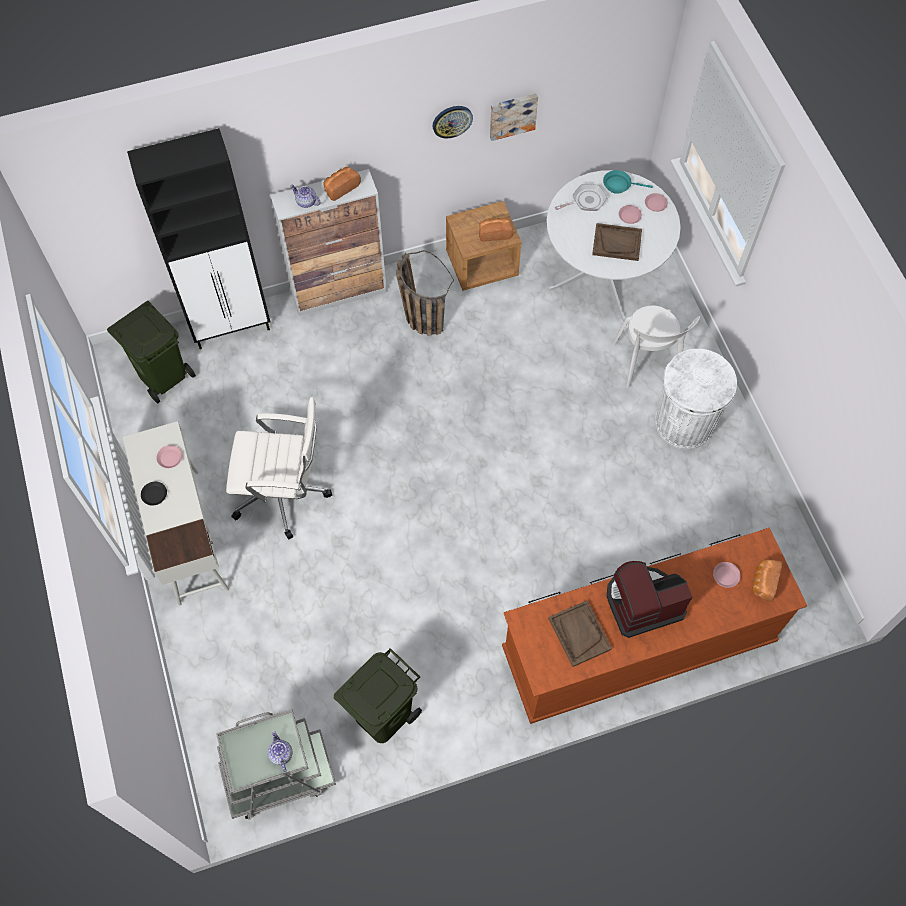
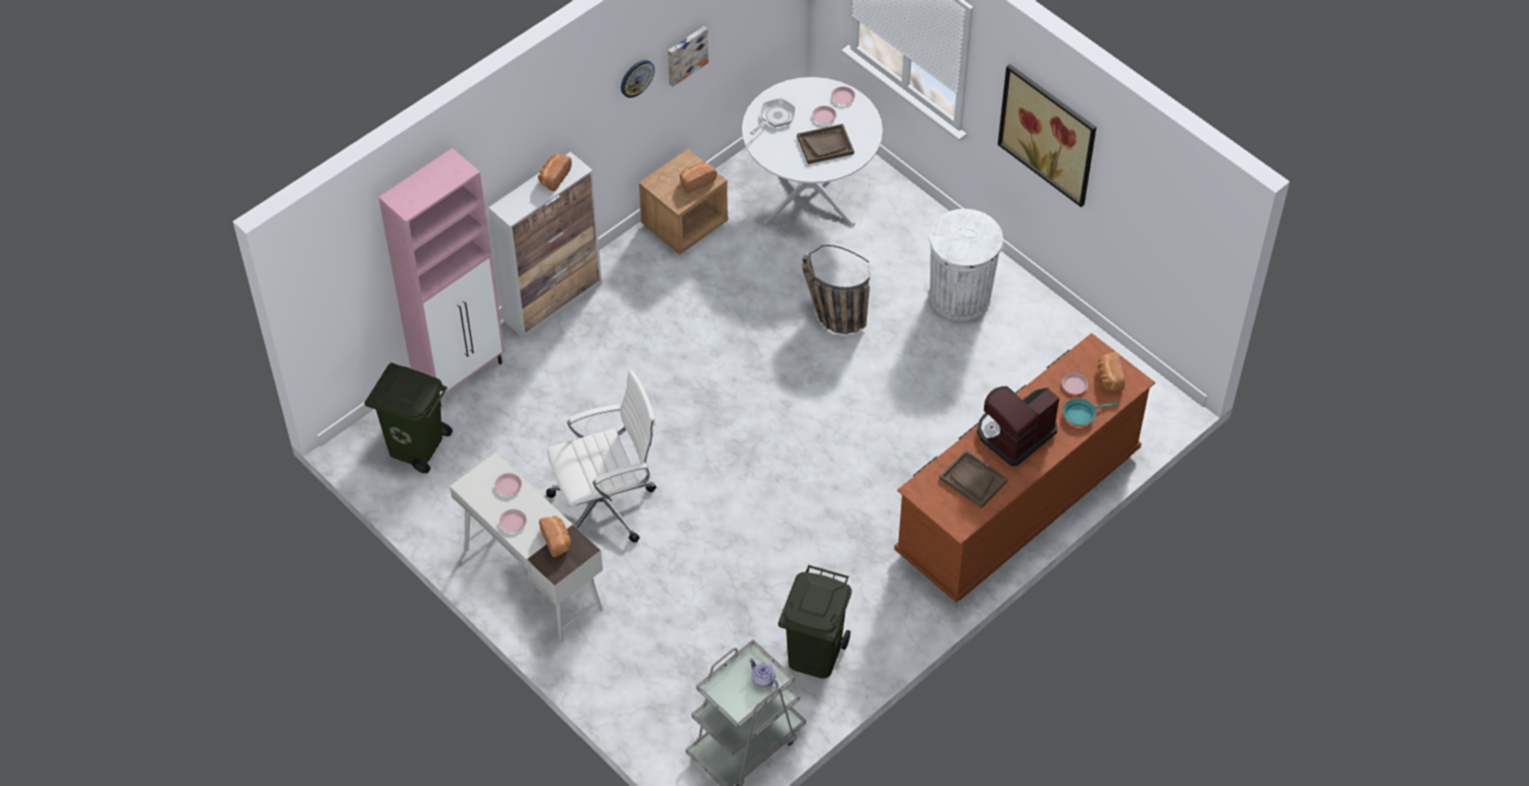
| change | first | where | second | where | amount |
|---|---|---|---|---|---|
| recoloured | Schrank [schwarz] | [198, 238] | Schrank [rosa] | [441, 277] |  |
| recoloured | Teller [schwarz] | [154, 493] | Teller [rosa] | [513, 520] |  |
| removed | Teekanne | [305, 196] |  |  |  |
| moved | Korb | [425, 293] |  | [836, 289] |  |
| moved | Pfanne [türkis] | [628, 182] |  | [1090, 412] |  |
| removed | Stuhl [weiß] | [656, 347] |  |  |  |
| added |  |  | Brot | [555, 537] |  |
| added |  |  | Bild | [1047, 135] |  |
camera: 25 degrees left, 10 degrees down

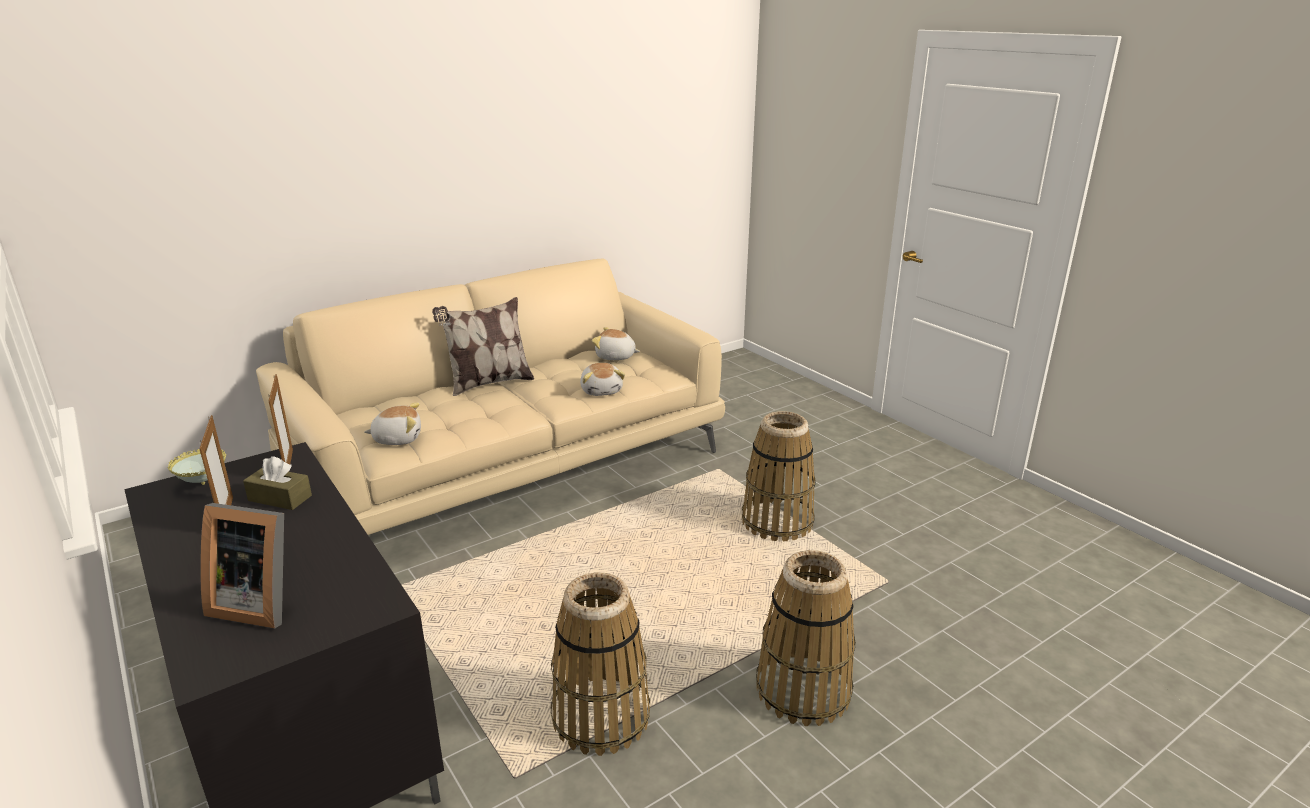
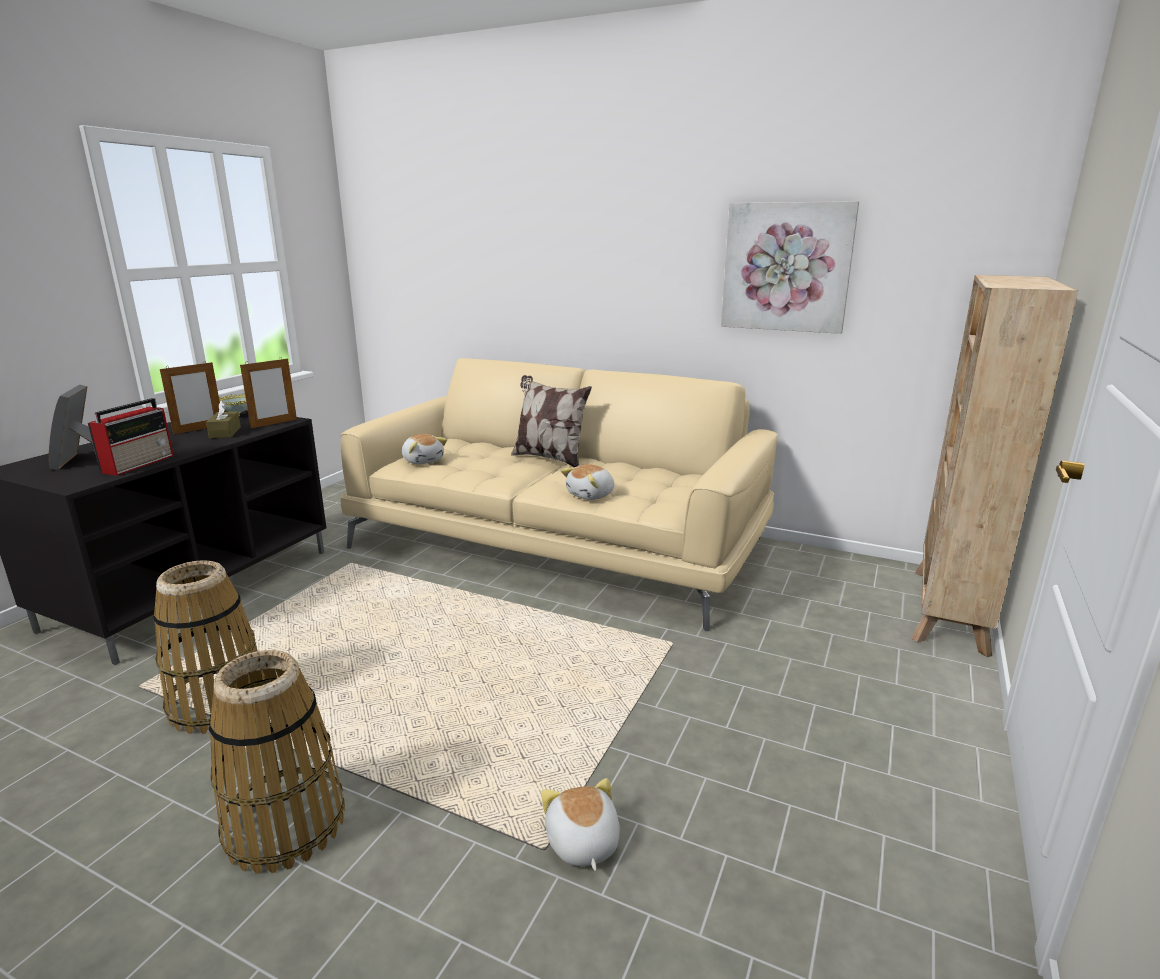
| change | first | where | second | where | amount |
|---|---|---|---|---|---|
| moved | Plüschtier | [616, 343] |  | [580, 824] |  |
| removed | Korb | [779, 476] |  |  |  |
| added |  |  | Radio | [131, 437] |  |
| added |  |  | Bild | [790, 267] |  |
| added |  |  | Bücherregal [beige] | [995, 466] |  |
camera: 60 degrees right, 5 degrees down

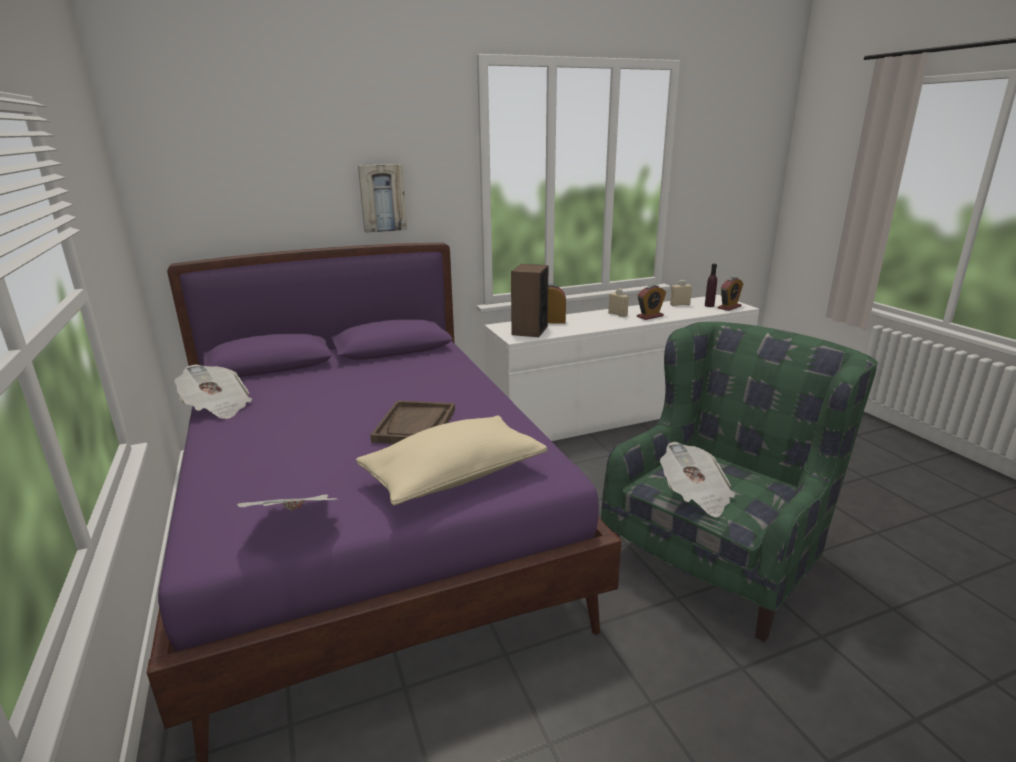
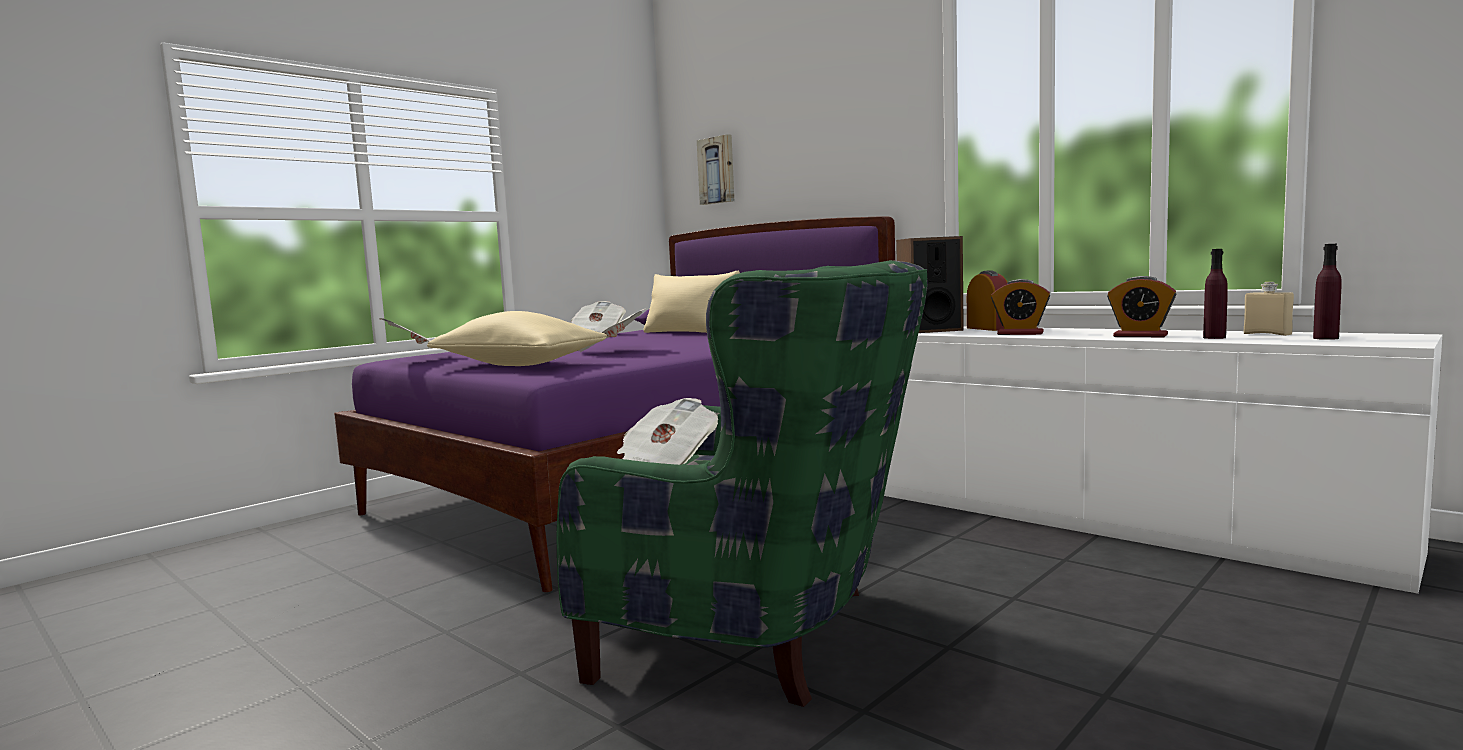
| change | first | where | second | where | amount |
|---|---|---|---|---|---|
| moved | Bild | [382, 198] |  | [715, 169] |  |
| replaced | Tablett [braun] | [412, 422] | Zeitung | [611, 330] |  |
| removed | Flasche [beige] | [618, 303] |  |  |  |
| moved | Wecker | [730, 294] |  | [1021, 307] |  |
| added |  |  | Kissen [beige] | [691, 302] |  |
| added |  |  | Flasche [lila] | [1215, 294] |  |
camera: 65 degrees right, 15 degrees down

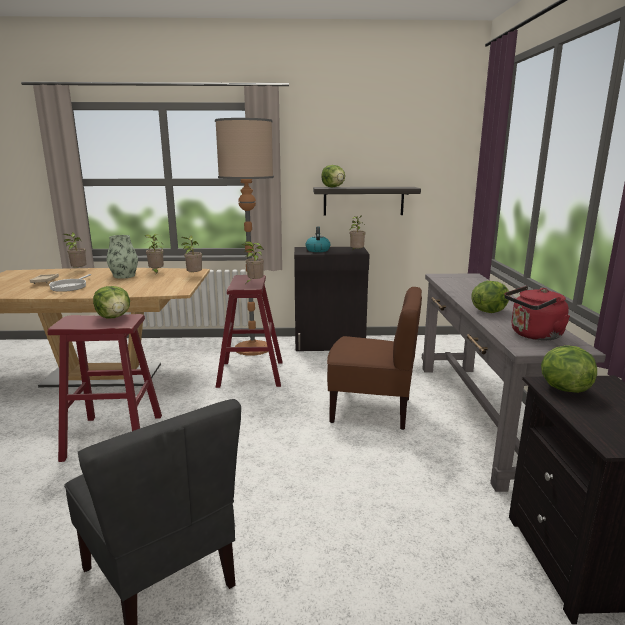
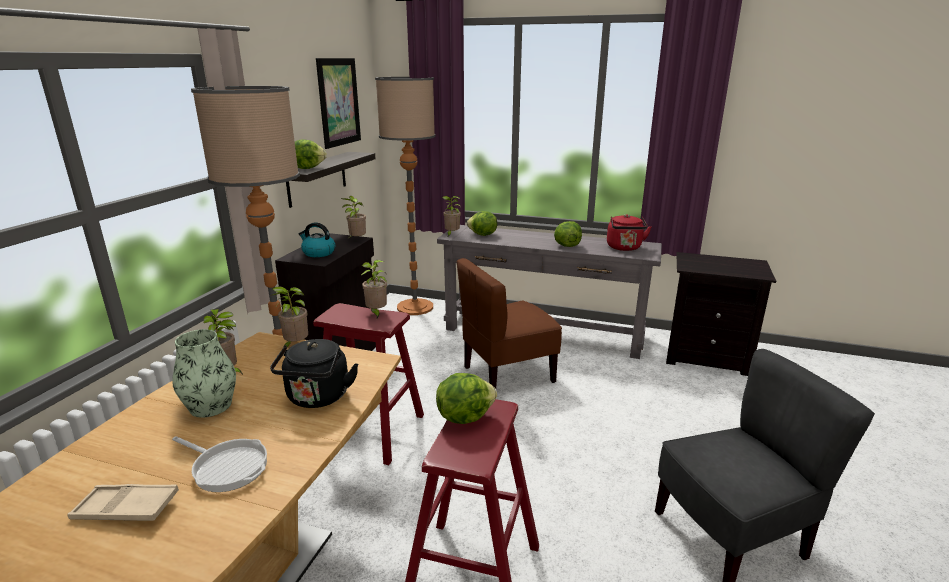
| change | first | where | second | where | amount |
|---|---|---|---|---|---|
| moved | Topfpflanze | [74, 251] |  | [451, 216] |  |
| turned | Stuhl [braun] | [374, 358] |  | [509, 323] | 150 degrees counterclockwise |
| moved | Salatkopf | [569, 369] |  | [482, 223] |  |
| added |  |  | Wasserkessel [schwarz] | [314, 373] |  |
| added |  |  | Bild | [338, 103] |  |
| added |  |  | Stehlampe | [405, 196] |  |
camera: 70 degrees left, 5 degrees up

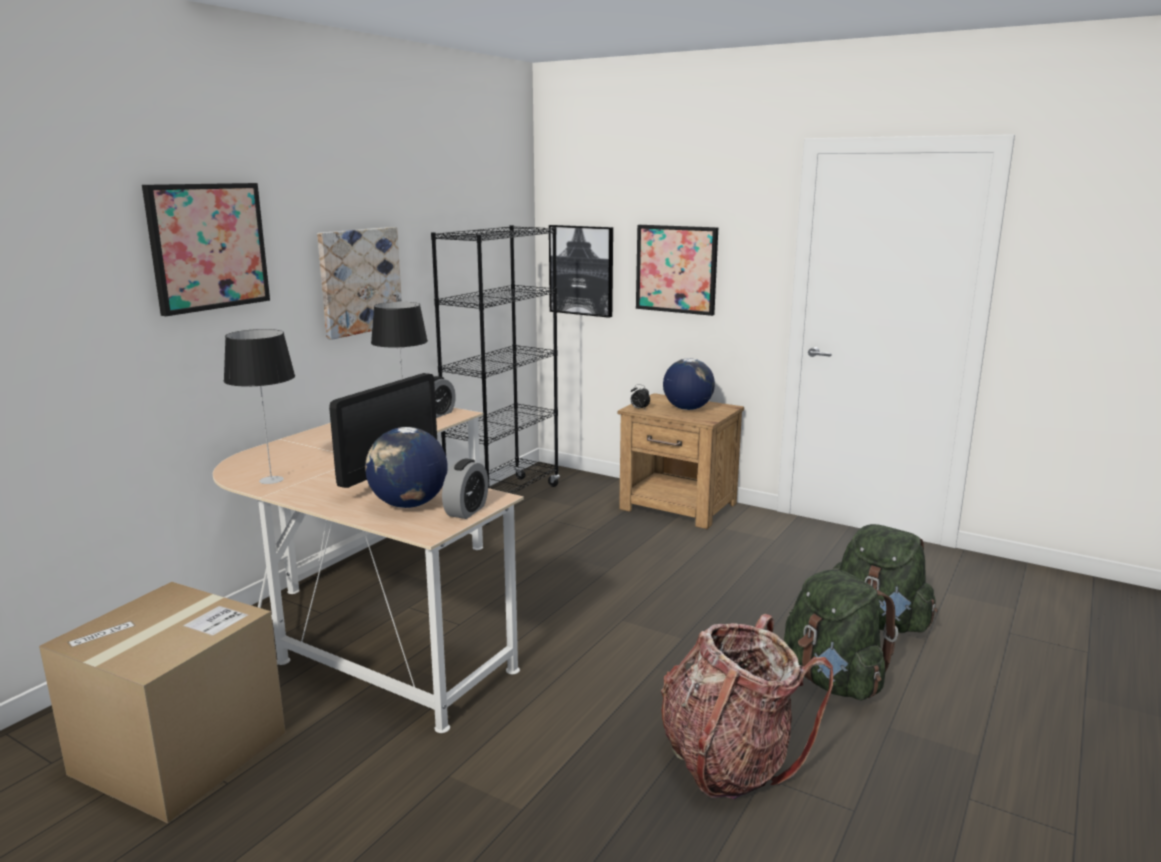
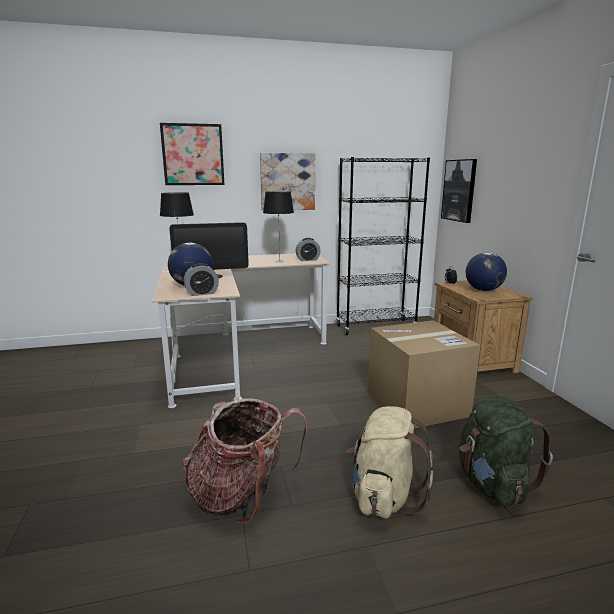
| change | first | where | second | where | amount |
|---|---|---|---|---|---|
| moved | Karton | [162, 702] |  | [424, 374] |  |
| removed | Bild | [677, 270] |  |  |  |
| recoloured | Rucksack [grün] | [841, 635] | Rucksack [beige] | [390, 462] |  |
camera: 45 degrees right, 0 degrees up

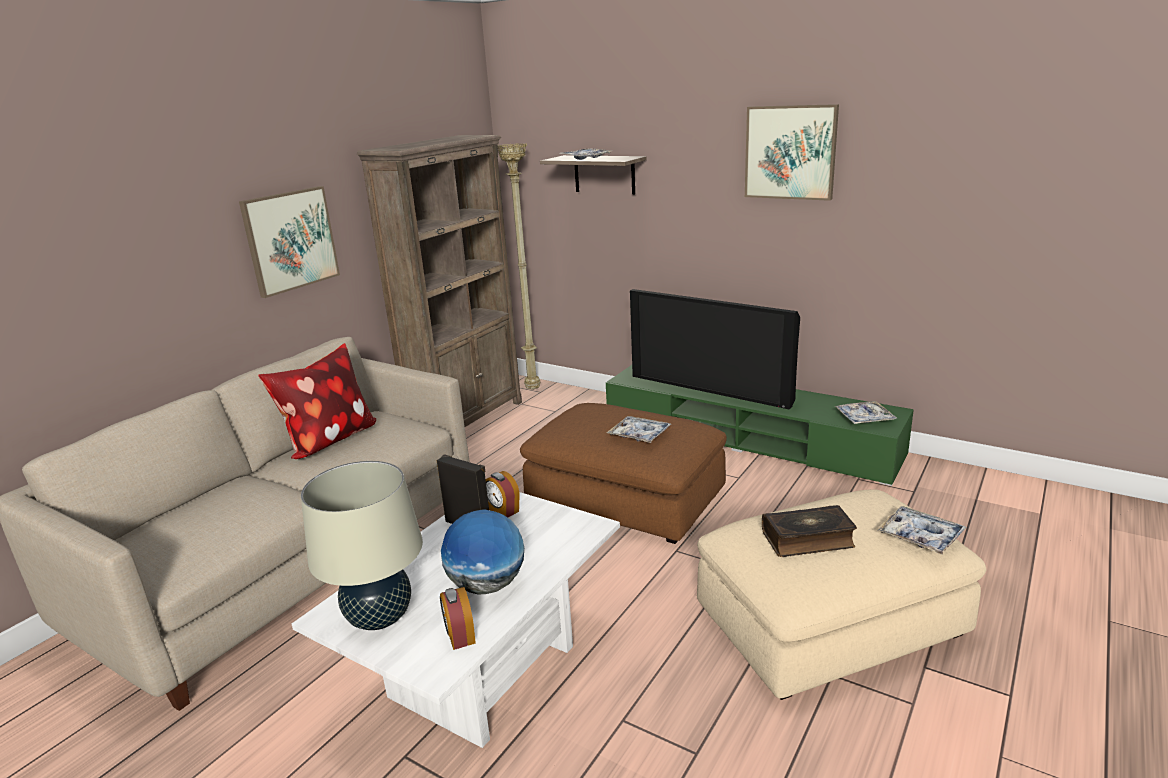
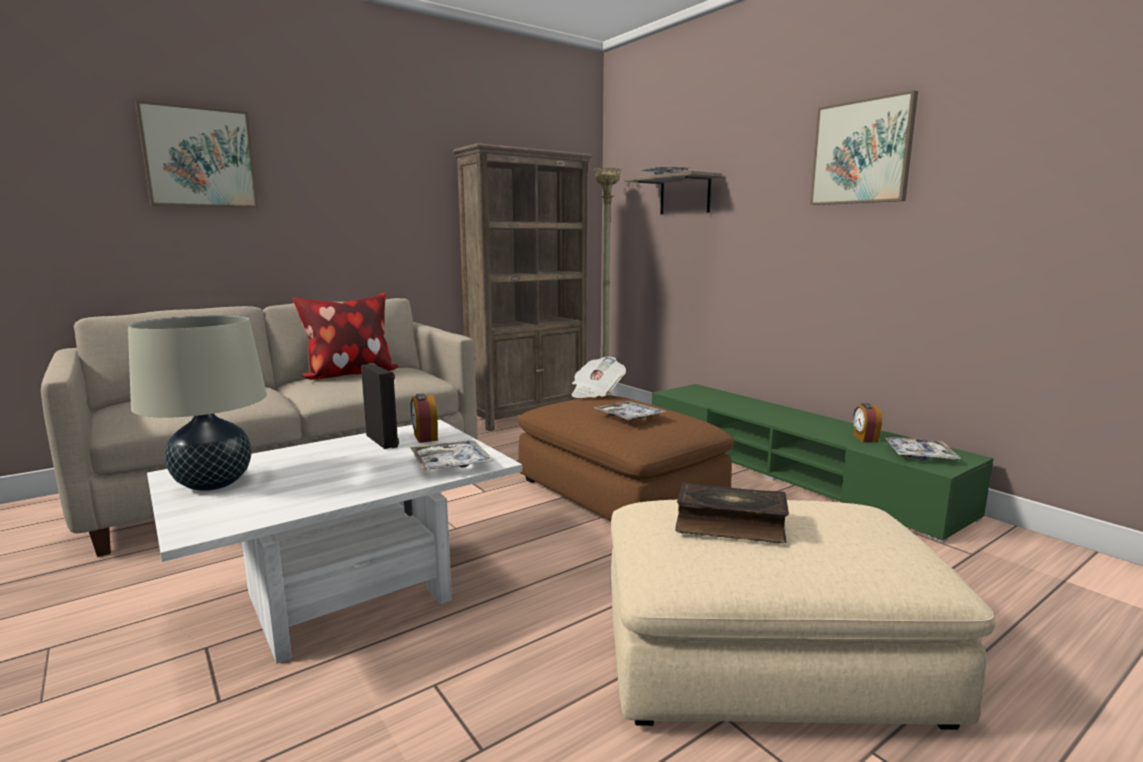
| change | first | where | second | where | amount |
|---|---|---|---|---|---|
| moved | Bild | [289, 242] |  | [196, 154] |  |
| moved | Wecker | [458, 618] |  | [867, 422] |  |
| removed | Globus | [482, 551] |  |  |  |
| removed | Fernseher | [715, 349] |  |  |  |
| moved | Tablett | [921, 530] |  | [452, 455] |  |
| added |  |  | Zeitung | [599, 377] |  |
camera: 20 degrees right, 10 degrees down

